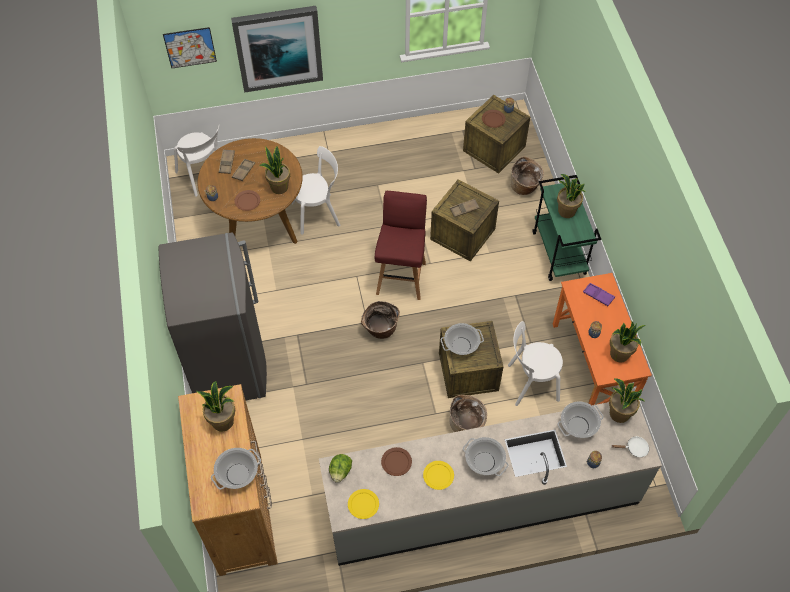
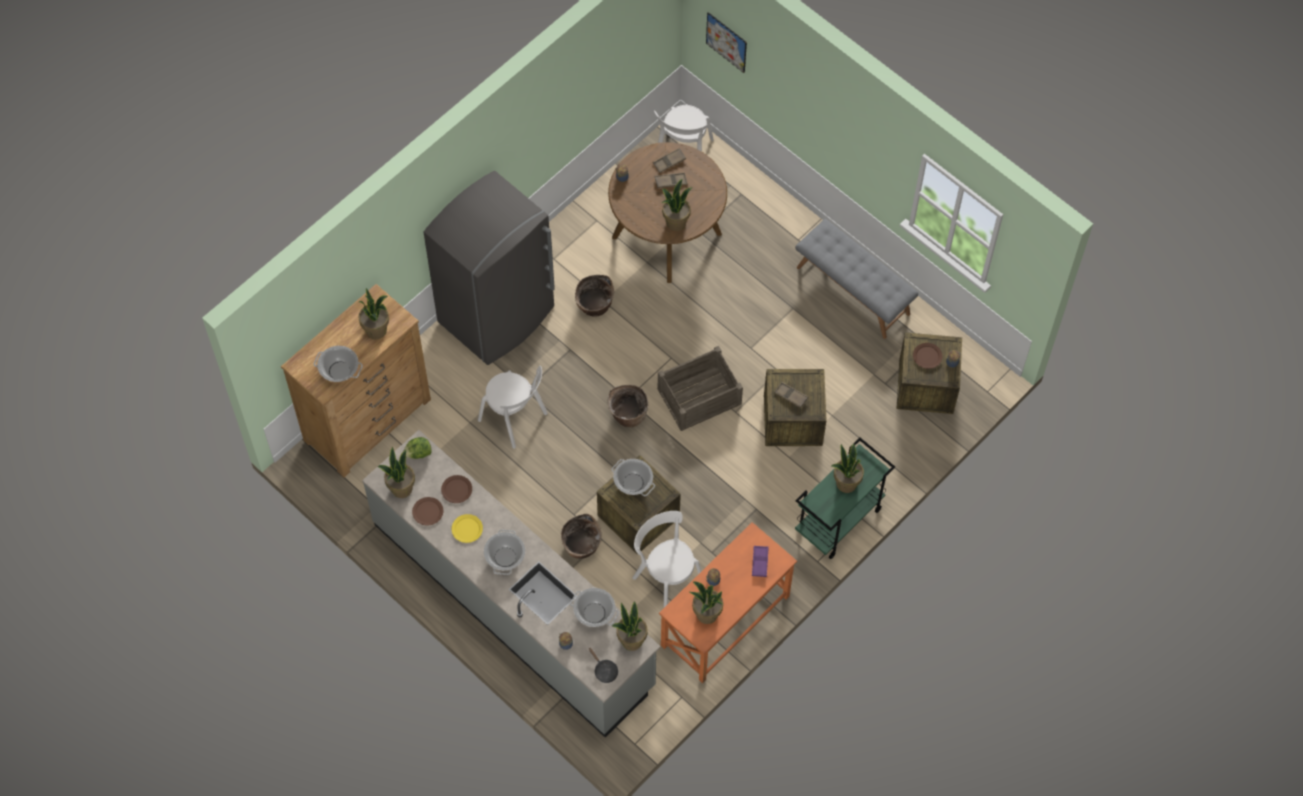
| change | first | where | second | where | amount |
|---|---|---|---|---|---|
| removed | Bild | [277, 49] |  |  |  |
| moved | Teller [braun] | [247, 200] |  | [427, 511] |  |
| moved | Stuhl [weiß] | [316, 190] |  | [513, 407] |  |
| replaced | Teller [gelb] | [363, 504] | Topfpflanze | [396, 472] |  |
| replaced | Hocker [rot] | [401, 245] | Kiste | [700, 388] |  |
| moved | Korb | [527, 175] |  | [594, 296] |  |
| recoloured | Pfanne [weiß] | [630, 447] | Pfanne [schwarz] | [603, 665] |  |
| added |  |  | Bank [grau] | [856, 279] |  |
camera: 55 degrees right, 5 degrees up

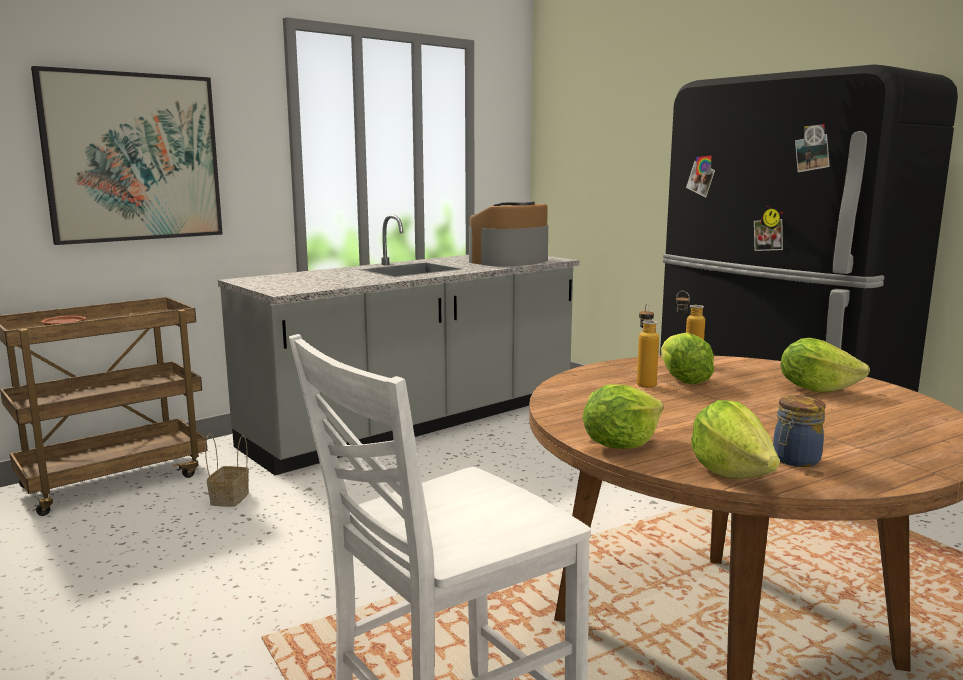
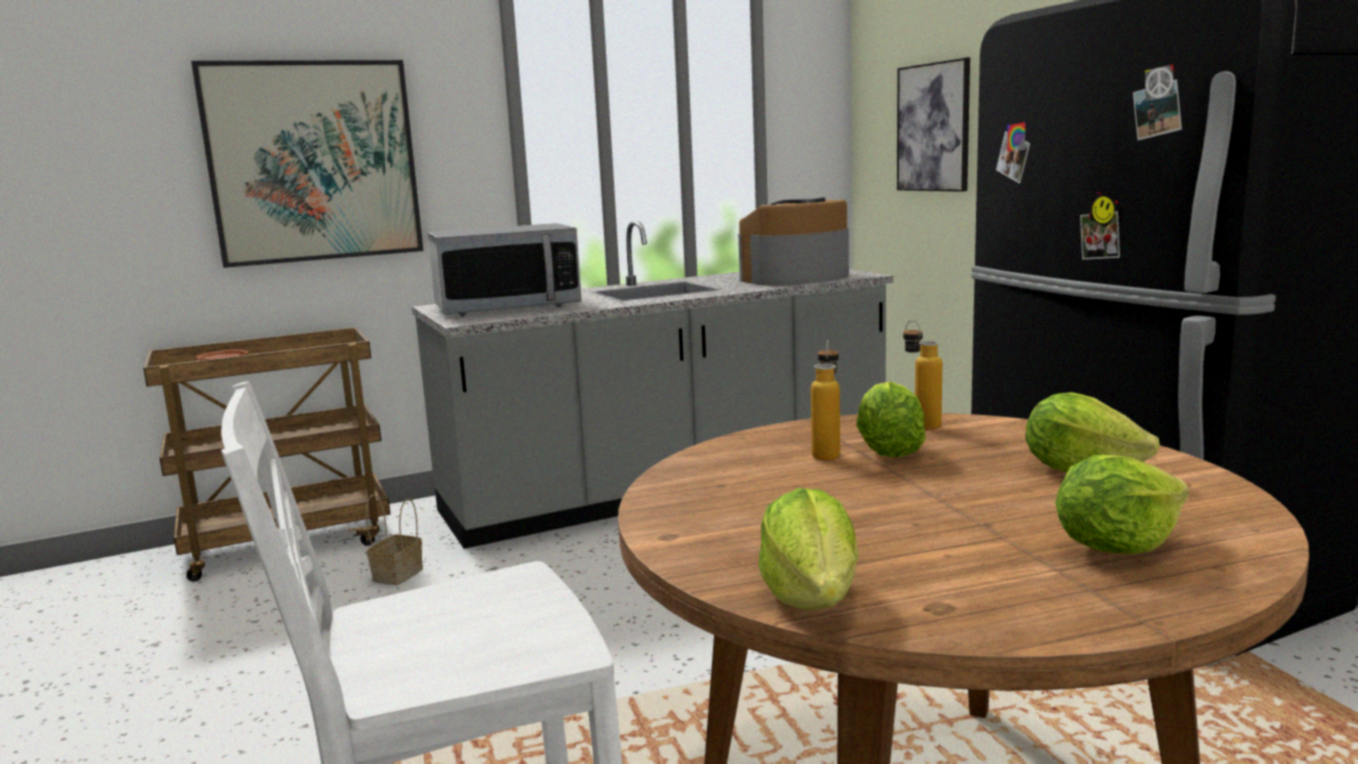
| change | first | where | second | where | amount |
|---|---|---|---|---|---|
| moved | Salatkopf | [623, 416] |  | [1122, 504] |  |
| removed | Vorratsglas | [799, 431] |  |  |  |
| added |  |  | Mikrowelle | [505, 269] |  |
| added |  |  | Bild | [933, 124] |  |
camera: 15 degrees right, 0 degrees up

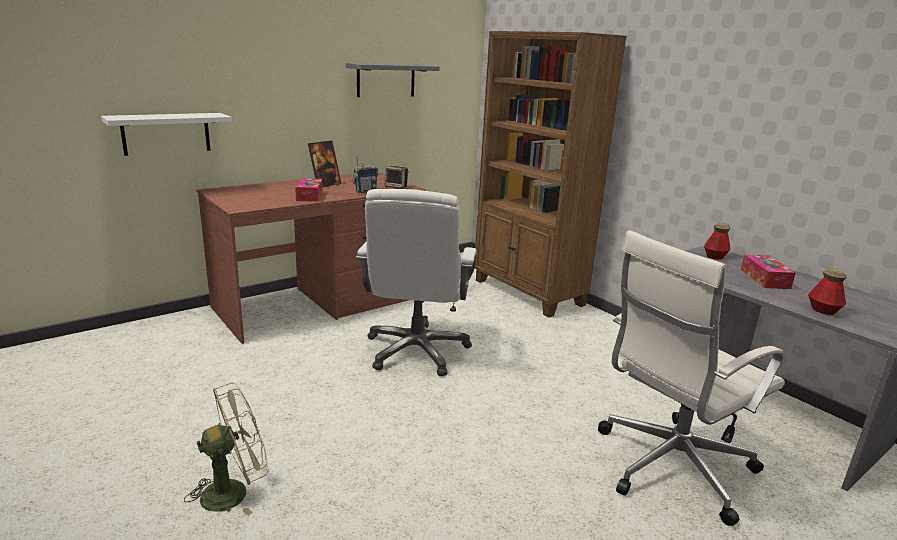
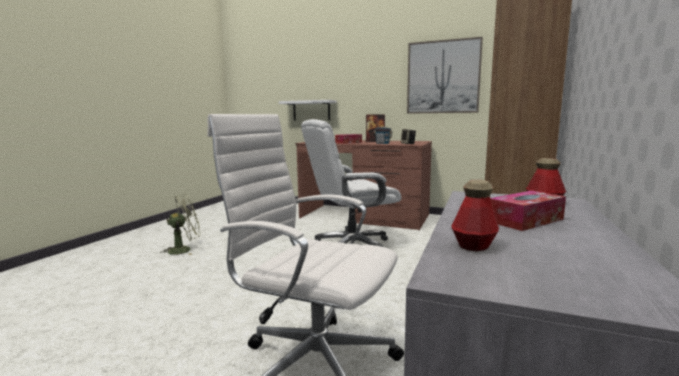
| change | first | where | second | where | amount |
|---|---|---|---|---|---|
| turned | Ventilator [grün] | [226, 449] |  | [181, 224] | 60 degrees counterclockwise |
| replaced | Wandregal [grau] | [393, 80] | Bild | [445, 75] |  |
camera: 60 degrees right, 10 degrees down

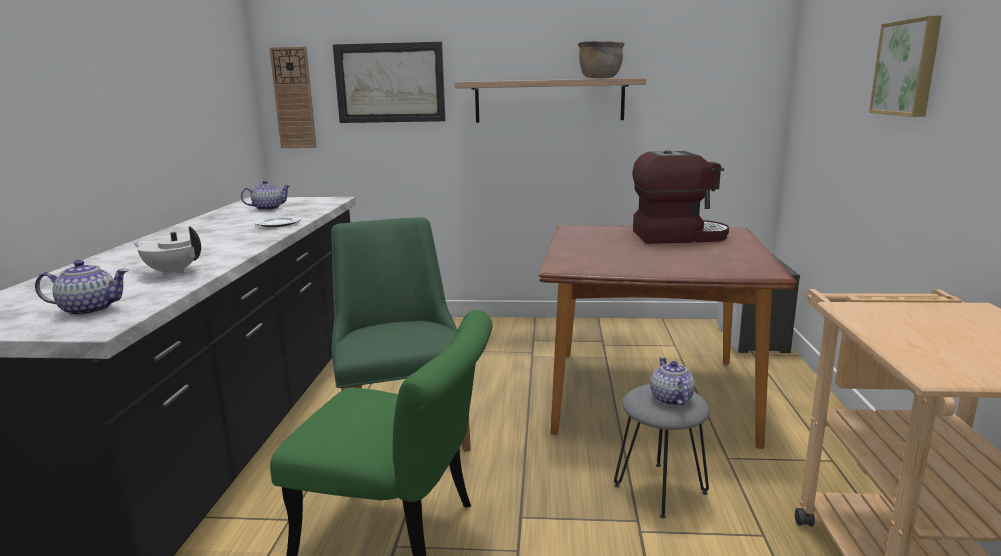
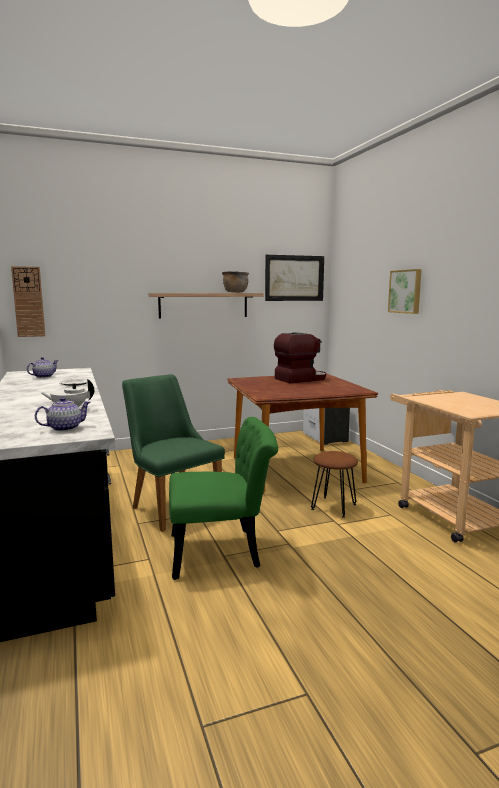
| change | first | where | second | where | amount |
|---|---|---|---|---|---|
| moved | Bild | [389, 82] |  | [294, 278] |  |
| recoloured | Hocker [grau] | [662, 451] | Hocker [braun] | [334, 484] |  |
| removed | Teekanne | [672, 381] |  |  |  |
camera: 25 degrees left, 5 degrees down

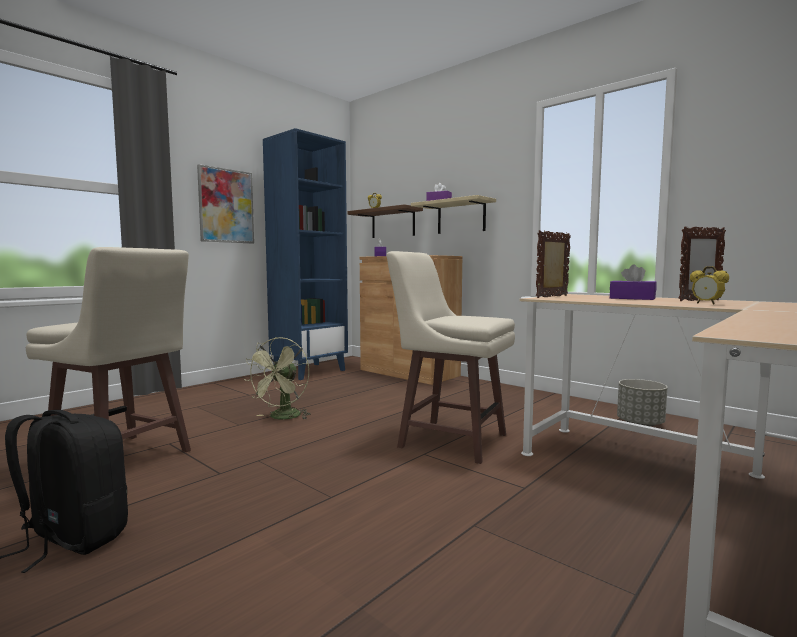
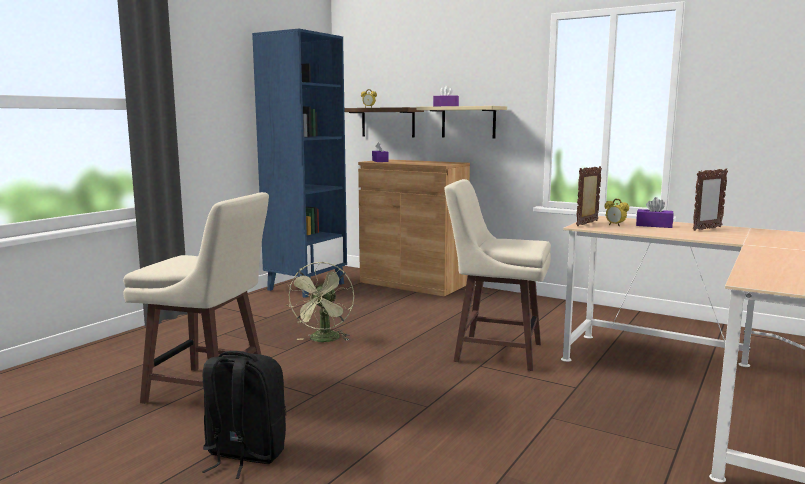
| change | first | where | second | where | amount |
|---|---|---|---|---|---|
| removed | Bild | [225, 204] |  |  |  |
| removed | Pflanzkübel [grau] | [642, 403] |  |  |  |
| moved | Wecker | [709, 285] |  | [617, 213] |  |
camera: 10 degrees left, 5 degrees up

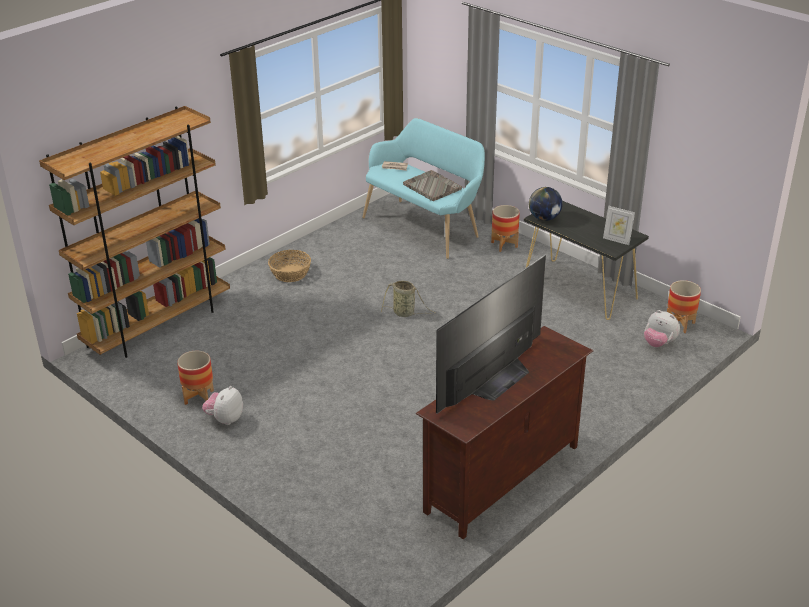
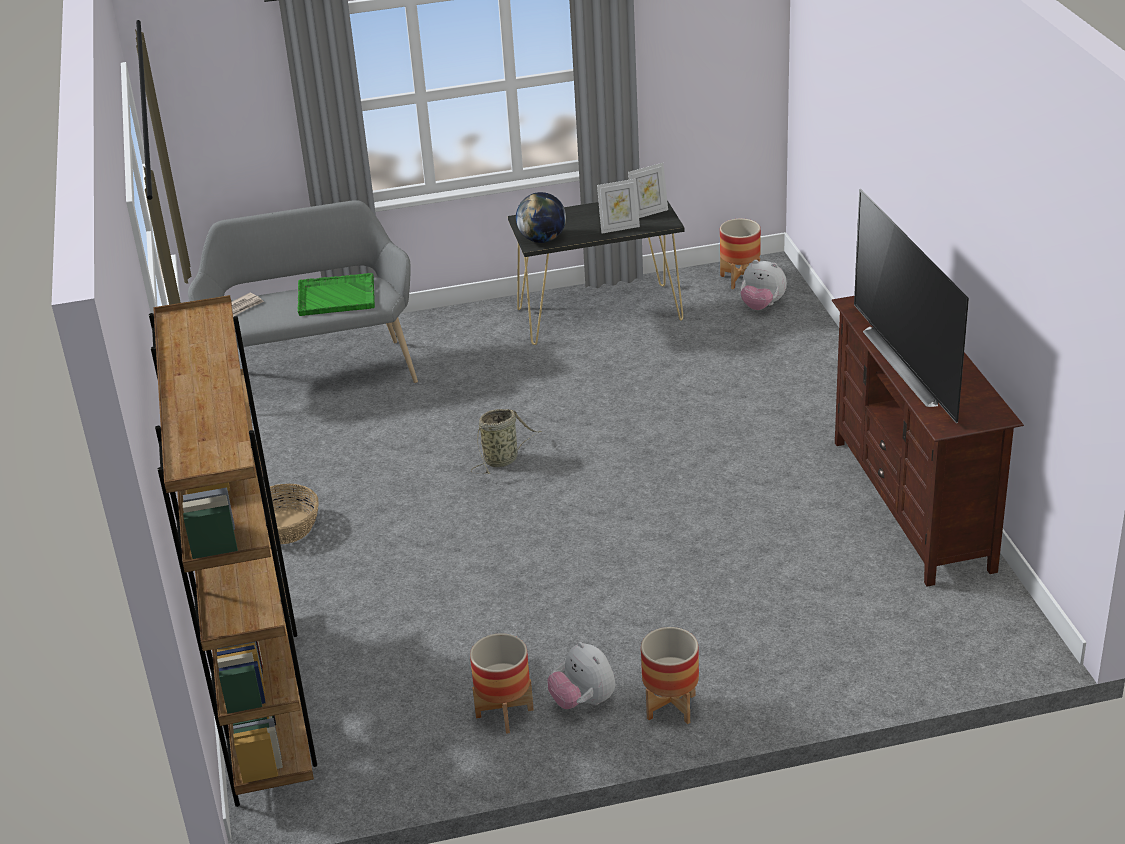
| change | first | where | second | where | amount |
|---|---|---|---|---|---|
| recoloured | Bank [türkis] | [423, 188] | Bank [grau] | [303, 291] |  |
| recoloured | Tablett [grau] | [432, 185] | Tablett [grün] | [336, 294] |  |
| moved | Pflanzkübel | [505, 228] |  | [670, 675] |  |
| turned | Plüschtier | [662, 328] |  | [763, 285] | 45 degrees clockwise |
| added |  |  | Bilderrahmen | [618, 206] |  |
camera: 55 degrees left, 0 degrees up

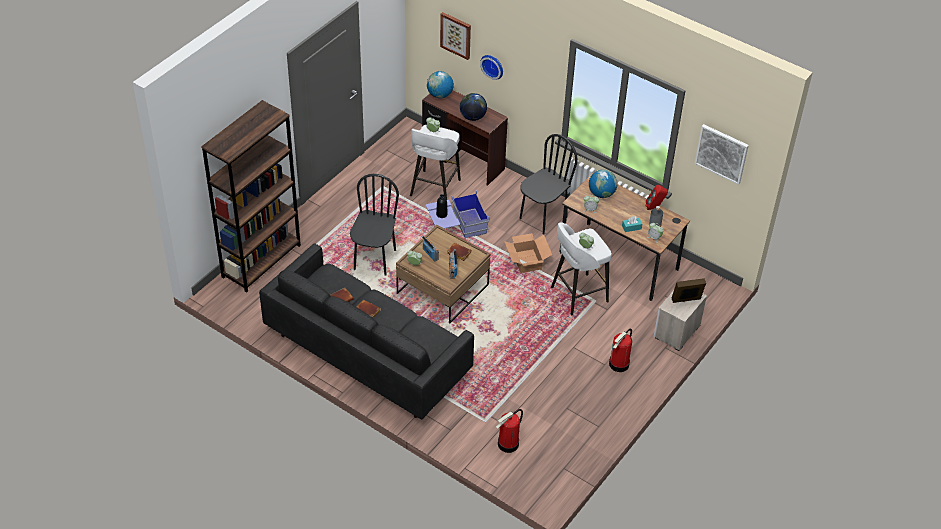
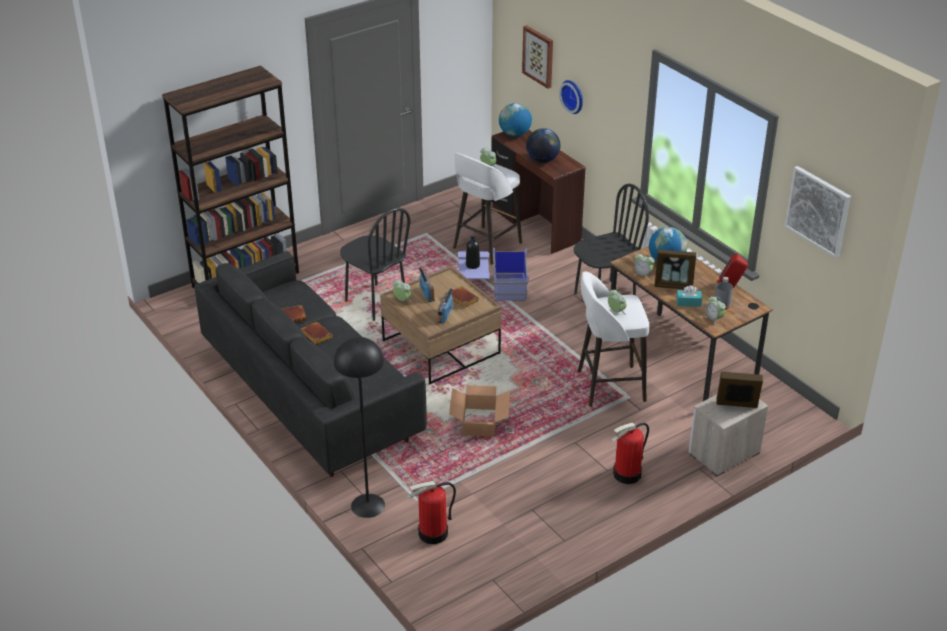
| change | first | where | second | where | amount |
|---|---|---|---|---|---|
| turned | Stuhl [schwarz] | [374, 225] |  | [375, 264] | 105 degrees clockwise |
| moved | Karton | [528, 253] |  | [479, 411] |  |
| added |  |  | Stehlampe [schwarz] | [359, 427] |  |
| added |  |  | Bilderrahmen | [675, 269] |  |
camera: 20 degrees right, 10 degrees down

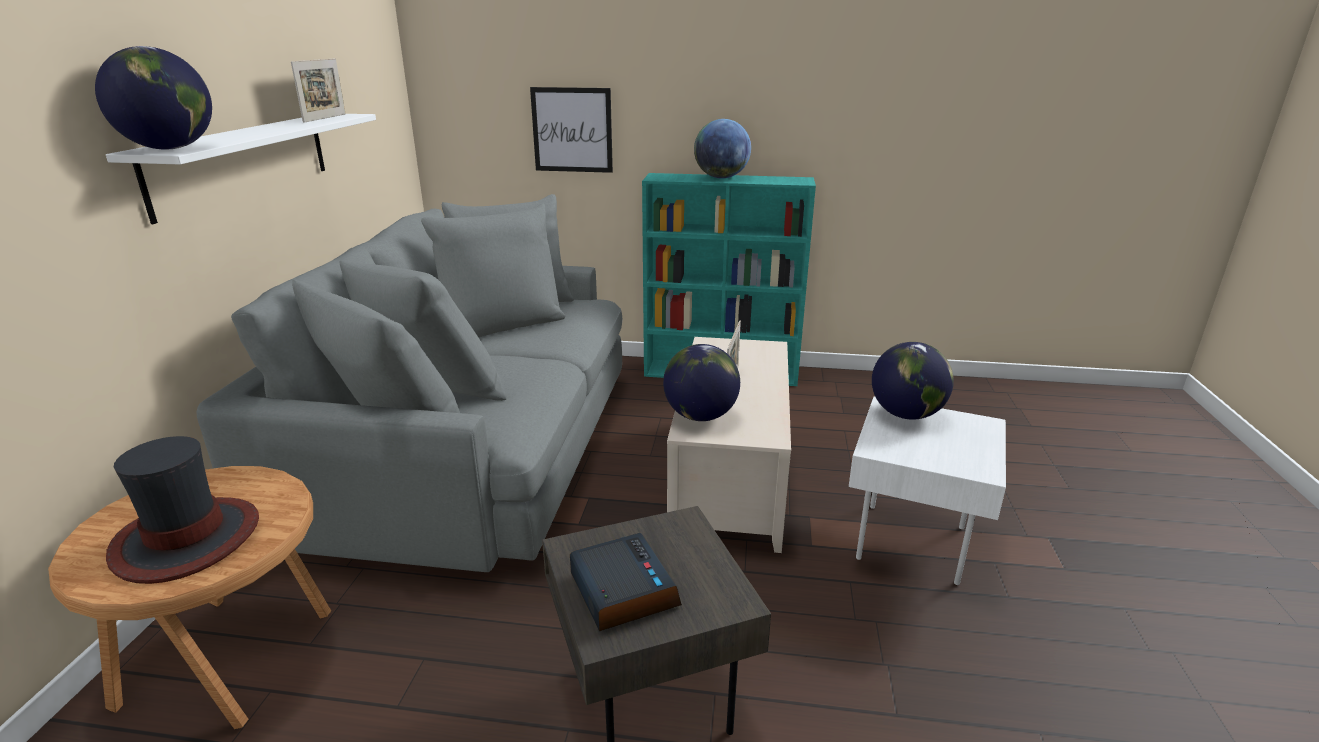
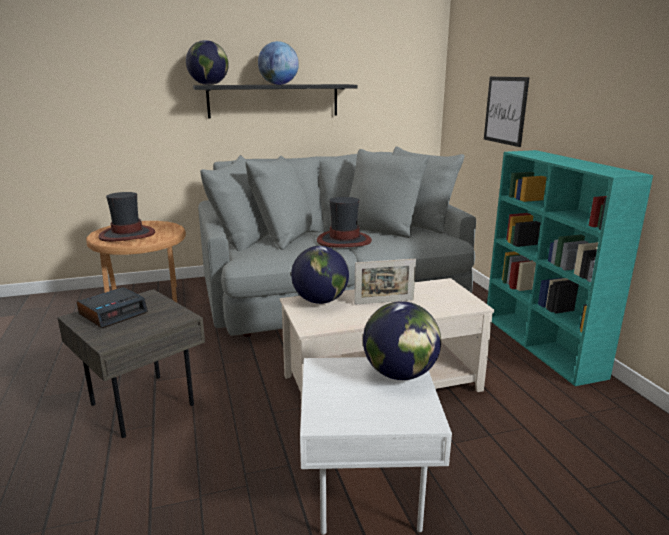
| change | first | where | second | where | amount |
|---|---|---|---|---|---|
| recoloured | Wandregal [weiß] | [241, 169] | Wandregal [schwarz] | [275, 101] |  |
| removed | Bilderrahmen | [318, 90] |  |  |  |
| moved | Globus | [722, 148] |  | [278, 63] |  |
| added |  |  | Hut | [344, 222] |  |
camera: 65 degrees right, 5 degrees down

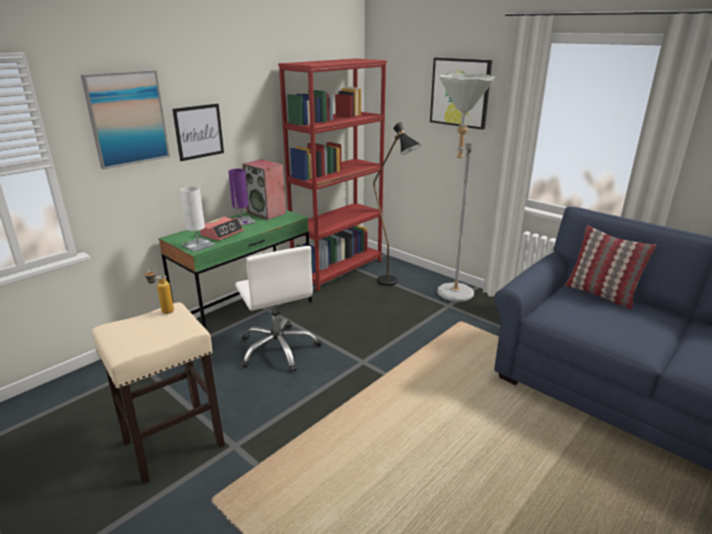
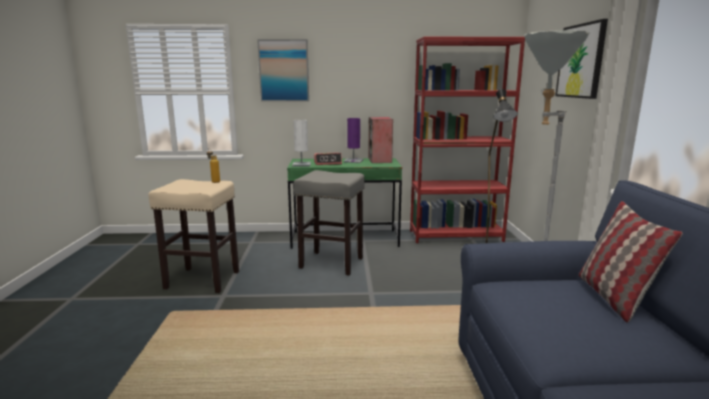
| change | first | where | second | where | amount |
|---|---|---|---|---|---|
| removed | Bild | [198, 132] |  |  |  |
| replaced | Bürostuhl [weiß] | [278, 309] | Hocker [grau] | [329, 223] |  |
camera: 45 degrees right, 10 degrees down

